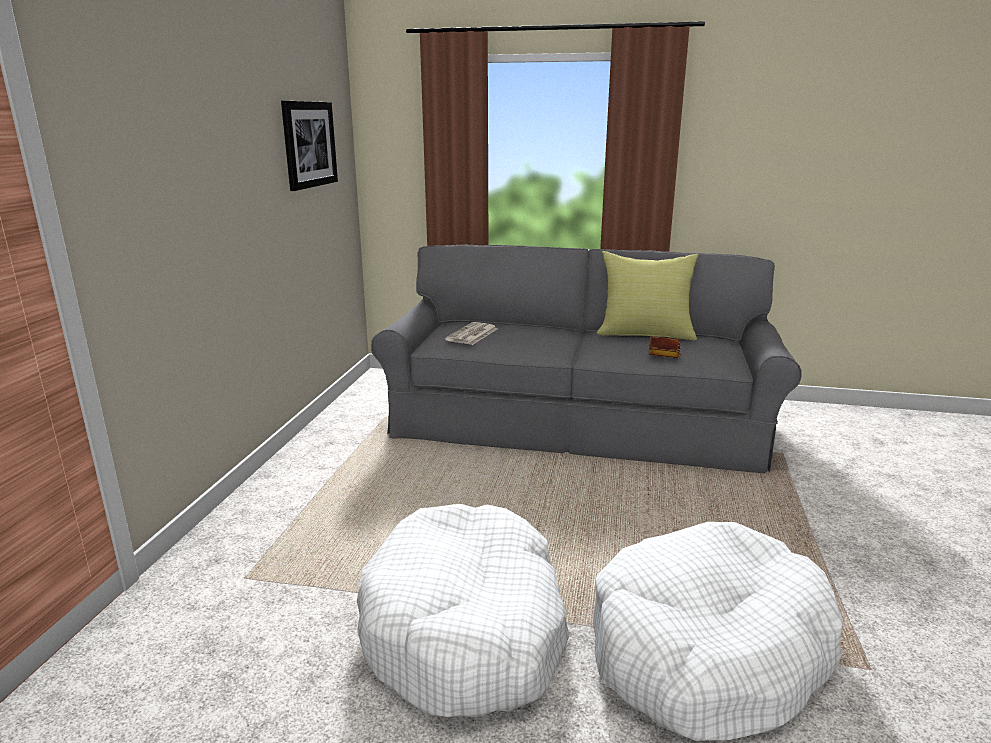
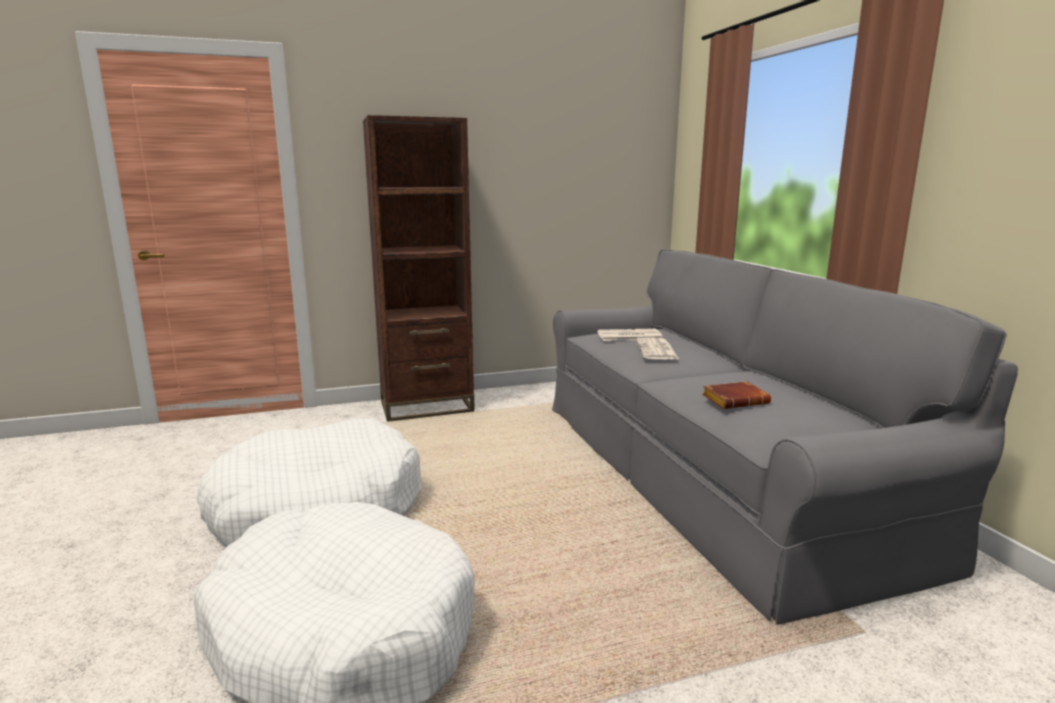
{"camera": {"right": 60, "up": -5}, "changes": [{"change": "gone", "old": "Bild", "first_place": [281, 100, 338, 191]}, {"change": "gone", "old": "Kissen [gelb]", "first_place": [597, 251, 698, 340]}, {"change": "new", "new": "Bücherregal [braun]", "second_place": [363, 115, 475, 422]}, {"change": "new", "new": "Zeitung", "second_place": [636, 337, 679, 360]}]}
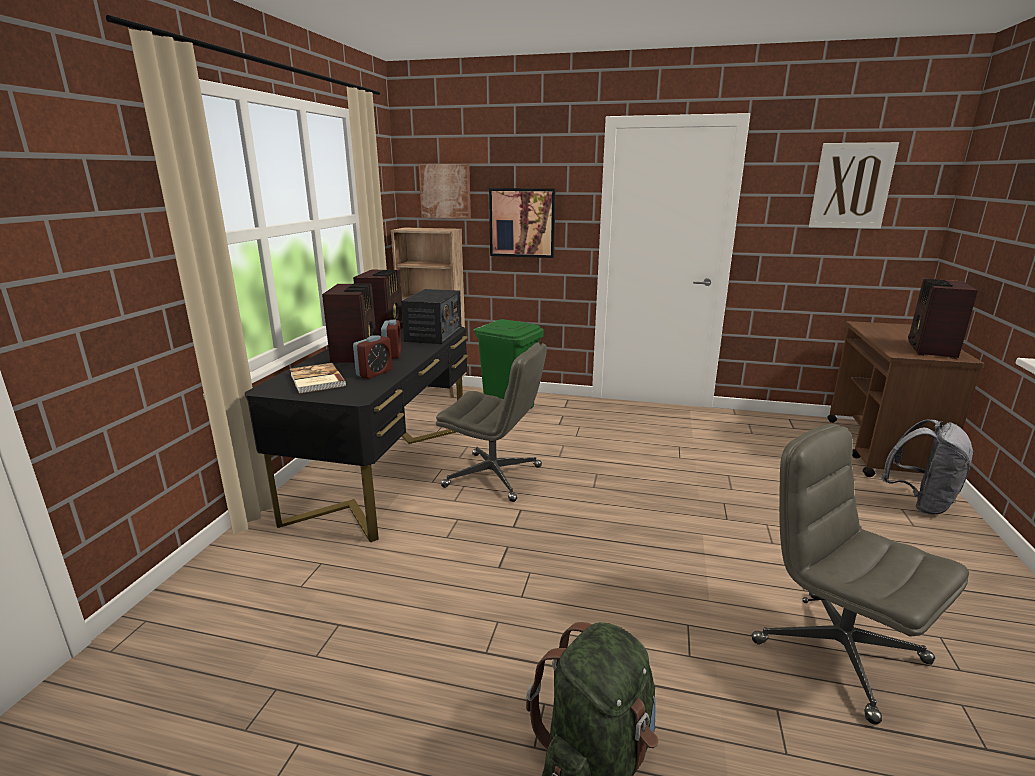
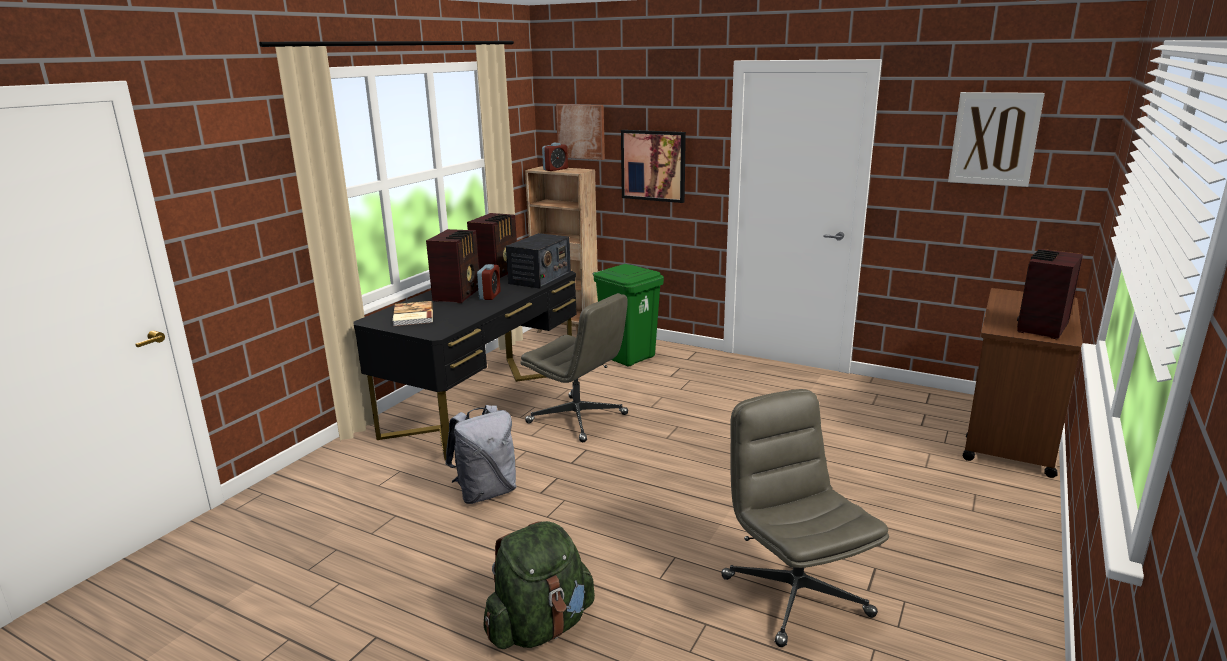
{"camera": {"right": 15, "up": 0}, "changes": [{"change": "shifted", "old": "Wecker", "first_place": [353, 335, 392, 379], "second_place": [542, 143, 568, 171]}, {"change": "shifted", "old": "Rucksack [grau]", "first_place": [881, 419, 975, 515], "second_place": [445, 405, 517, 504]}]}
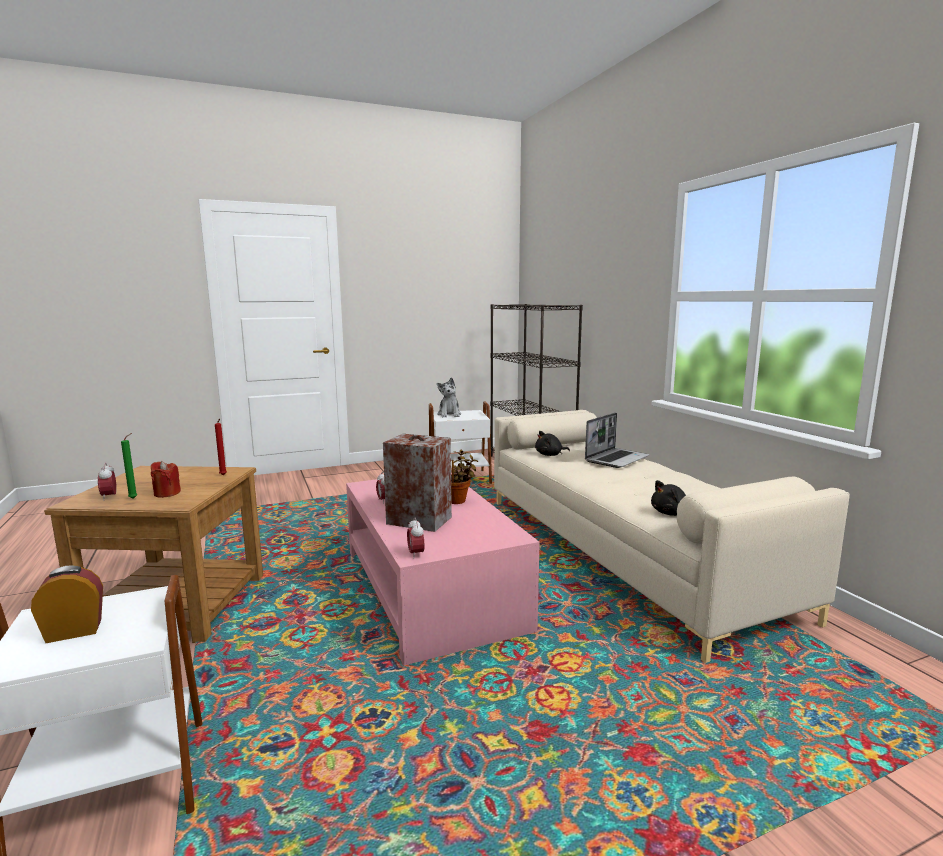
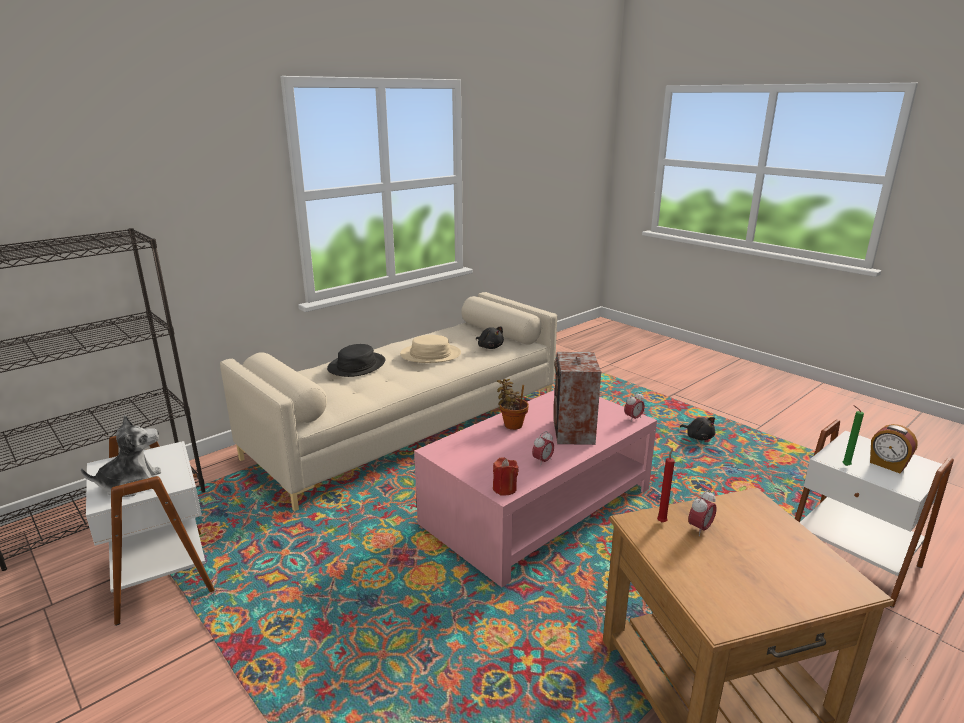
{"camera": {"right": -110, "up": 10}, "changes": [{"change": "shifted", "old": "Wecker", "first_place": [98, 463, 117, 501], "second_place": [688, 490, 717, 536]}, {"change": "shifted", "old": "Kerze [grün]", "first_place": [121, 433, 137, 499], "second_place": [842, 405, 864, 466]}, {"change": "shifted", "old": "Kerze [rot]", "first_place": [151, 461, 181, 498], "second_place": [493, 457, 518, 496]}, {"change": "shifted", "old": "Plüschtier [schwarz]", "first_place": [535, 431, 570, 456], "second_place": [680, 417, 715, 440]}, {"change": "swapped", "old": "Laptop", "new": "Hut [schwarz]", "first_place": [585, 413, 649, 468], "second_place": [327, 344, 385, 377]}, {"change": "new", "new": "Hut [beige]", "second_place": [400, 335, 461, 363]}]}
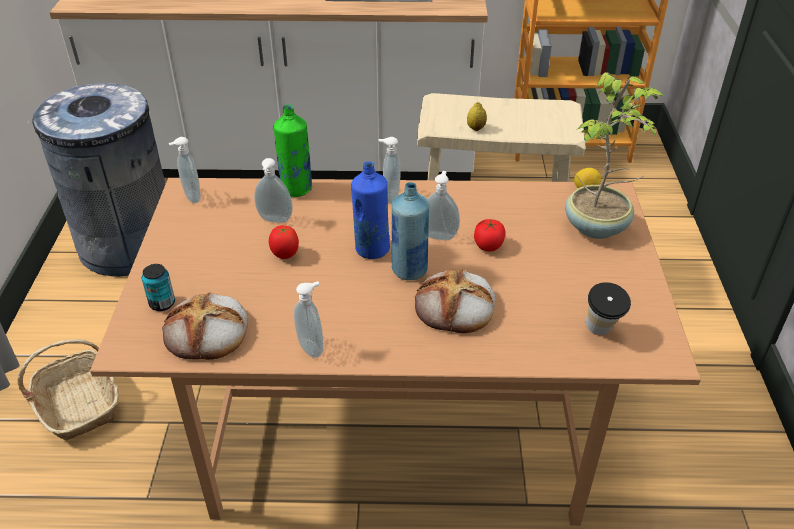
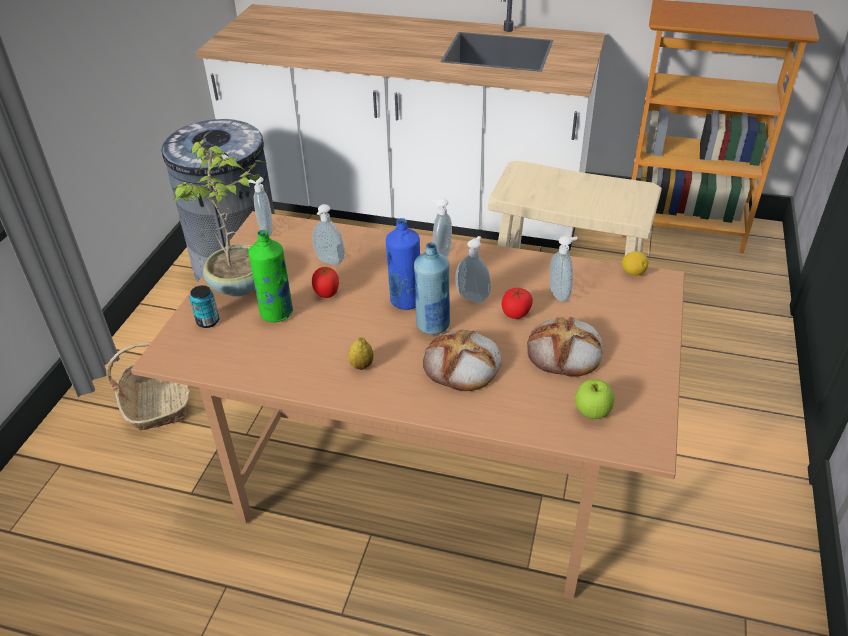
{"camera": {"right": 15, "up": 0}, "changes": [{"change": "shifted", "old": "Brot", "first_place": [162, 292, 248, 360], "second_place": [527, 317, 603, 377]}, {"change": "shifted", "old": "Flasche [grün]", "first_place": [274, 104, 312, 197], "second_place": [248, 230, 293, 322]}, {"change": "shifted", "old": "Seifenspender", "first_place": [294, 281, 324, 358], "second_place": [550, 236, 578, 302]}, {"change": "shifted", "old": "Zitrone", "first_place": [467, 102, 487, 131], "second_place": [349, 337, 373, 370]}, {"change": "shifted", "old": "Topfpflanze", "first_place": [565, 72, 665, 239], "second_place": [173, 140, 267, 296]}, {"change": "swapped", "old": "Tasse", "new": "Apfel", "first_place": [586, 282, 631, 335], "second_place": [575, 379, 615, 419]}]}
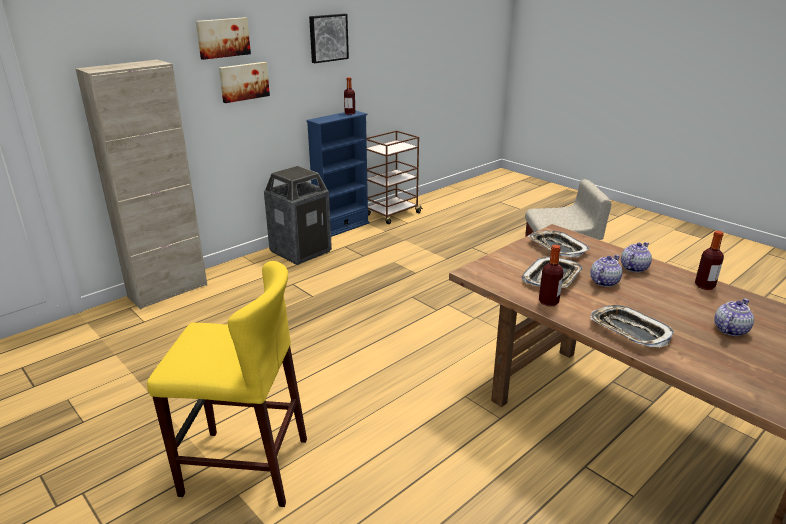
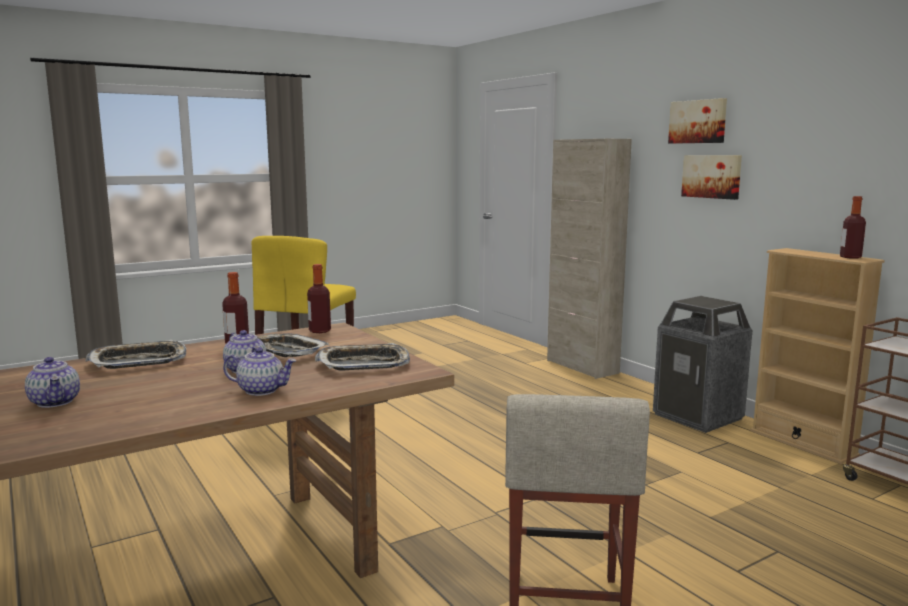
{"camera": {"right": 100, "up": -15}, "changes": [{"change": "repainted", "old": "Bücherregal [blau]", "new": "Bücherregal [beige]", "first_place": [306, 110, 370, 237], "second_place": [750, 248, 885, 464]}, {"change": "gone", "old": "Bild", "first_place": [309, 14, 349, 63]}, {"change": "rotated", "old": "Teekanne", "first_place": [621, 242, 652, 273], "second_place": [223, 347, 297, 396], "degrees": -45}, {"change": "shifted", "old": "Flasche", "first_place": [695, 231, 724, 290], "second_place": [307, 264, 331, 333]}]}
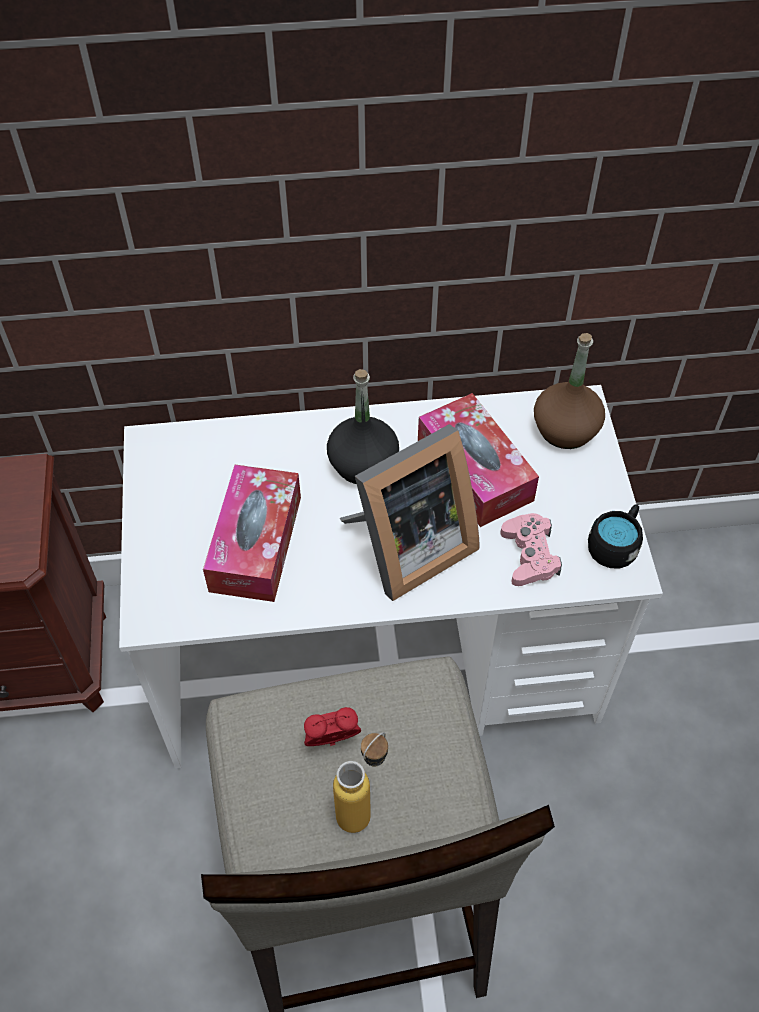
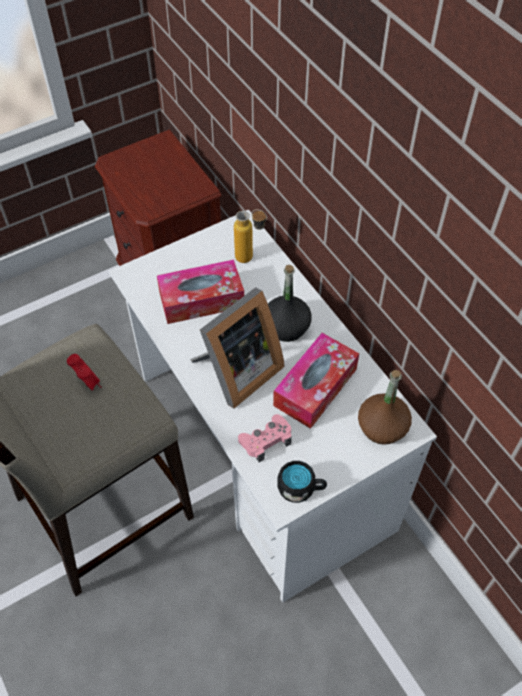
{"camera": {"right": 65, "up": 0}, "changes": [{"change": "shifted", "old": "Flasche", "first_place": [333, 732, 388, 833], "second_place": [234, 209, 267, 263]}, {"change": "rotated", "old": "Bilderrahmen", "first_place": [340, 424, 479, 601], "second_place": [190, 287, 285, 409], "degrees": -75}]}
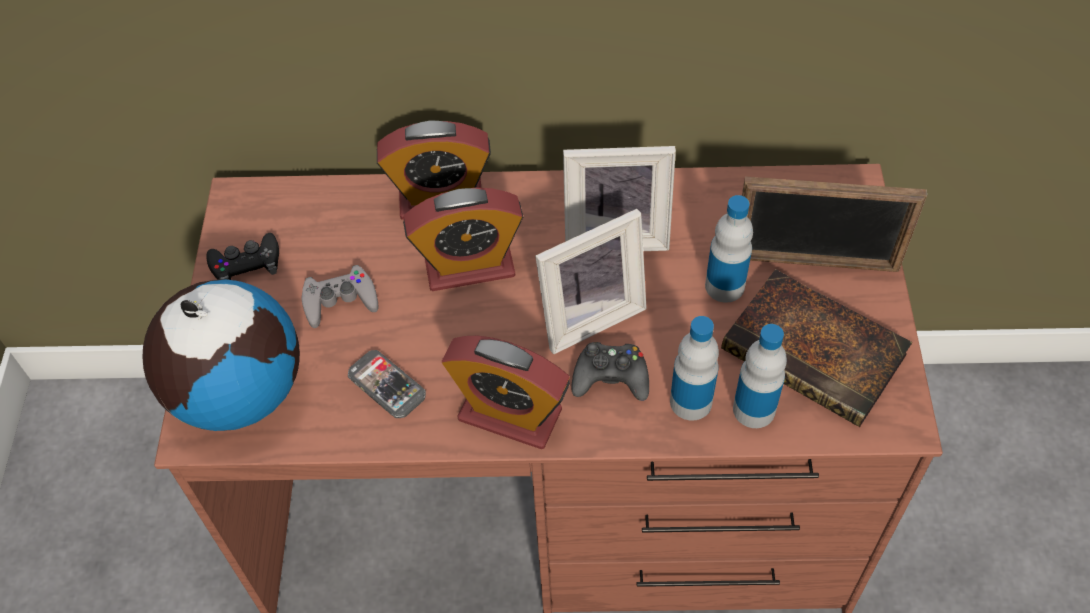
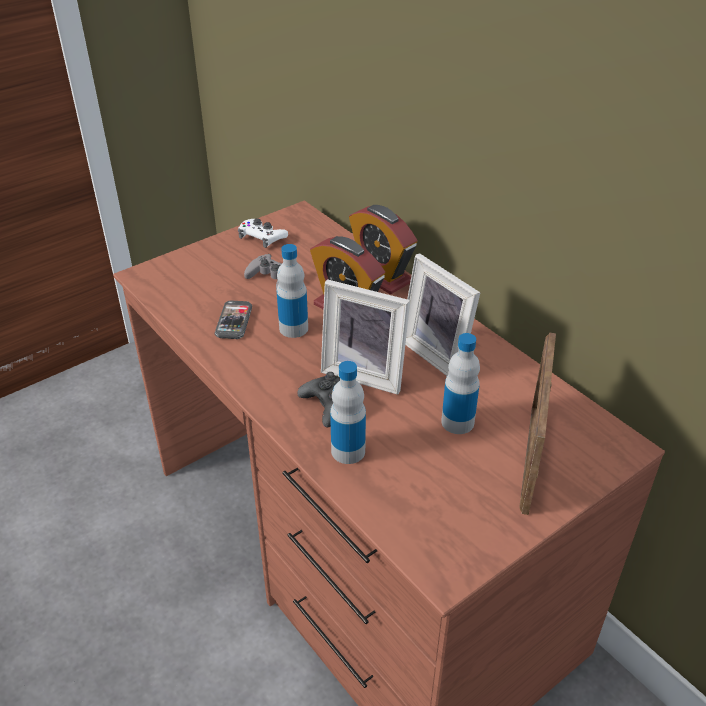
{"camera": {"right": 50, "up": -15}, "changes": [{"change": "gone", "old": "Globus", "first_place": [142, 279, 300, 431]}, {"change": "repainted", "old": "Gamepad [schwarz]", "new": "Gamepad [weiß]", "first_place": [207, 233, 279, 280], "second_place": [238, 218, 288, 248]}, {"change": "gone", "old": "Wecker", "first_place": [442, 336, 570, 449]}, {"change": "gone", "old": "Buch", "first_place": [721, 269, 912, 427]}, {"change": "shifted", "old": "Flasche", "first_place": [733, 324, 787, 428], "second_place": [277, 244, 308, 338]}, {"change": "rotated", "old": "Bilderrahmen", "first_place": [742, 176, 927, 272], "second_place": [519, 333, 556, 515], "degrees": 45}]}
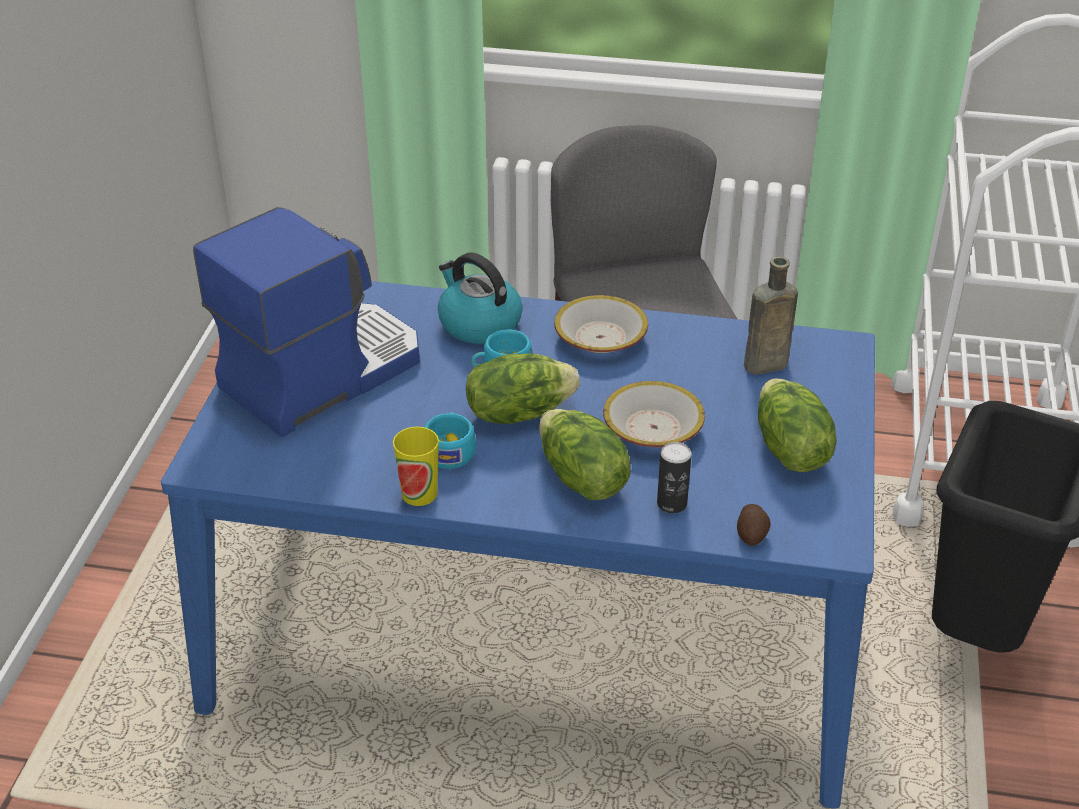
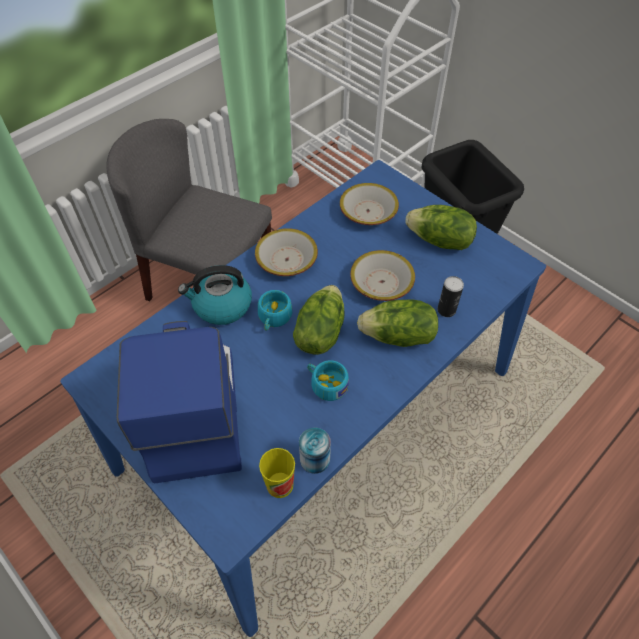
{"camera": {"right": -55, "up": 15}, "changes": [{"change": "shifted", "old": "Tasse", "first_place": [393, 427, 439, 506], "second_place": [259, 448, 295, 498]}, {"change": "gone", "old": "Kartoffel", "first_place": [737, 504, 771, 546]}, {"change": "swapped", "old": "Flasche [braun]", "new": "Schüssel", "first_place": [744, 256, 798, 375], "second_place": [340, 183, 399, 225]}, {"change": "new", "new": "Dose", "second_place": [299, 428, 331, 474]}]}
